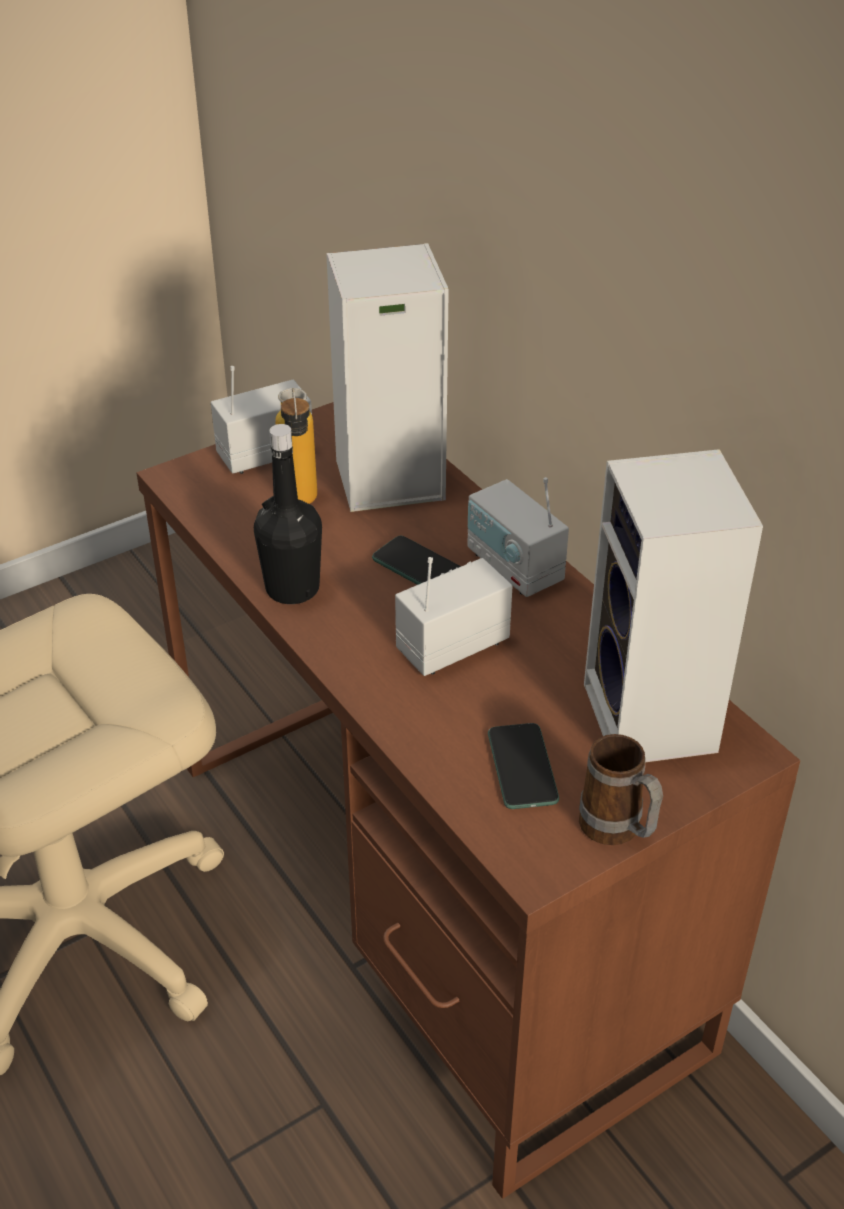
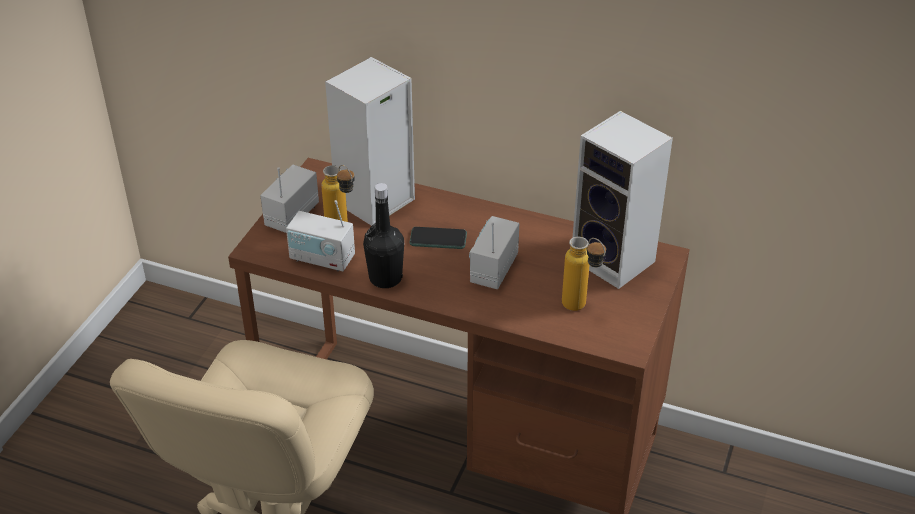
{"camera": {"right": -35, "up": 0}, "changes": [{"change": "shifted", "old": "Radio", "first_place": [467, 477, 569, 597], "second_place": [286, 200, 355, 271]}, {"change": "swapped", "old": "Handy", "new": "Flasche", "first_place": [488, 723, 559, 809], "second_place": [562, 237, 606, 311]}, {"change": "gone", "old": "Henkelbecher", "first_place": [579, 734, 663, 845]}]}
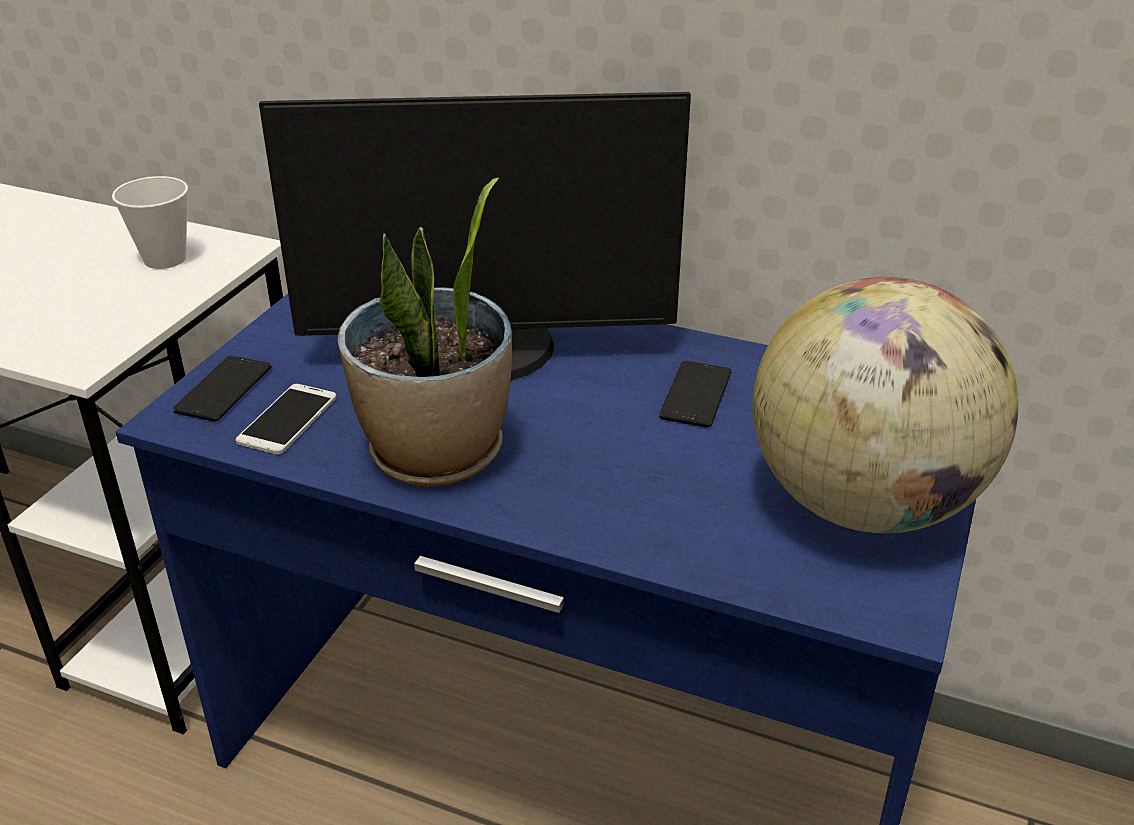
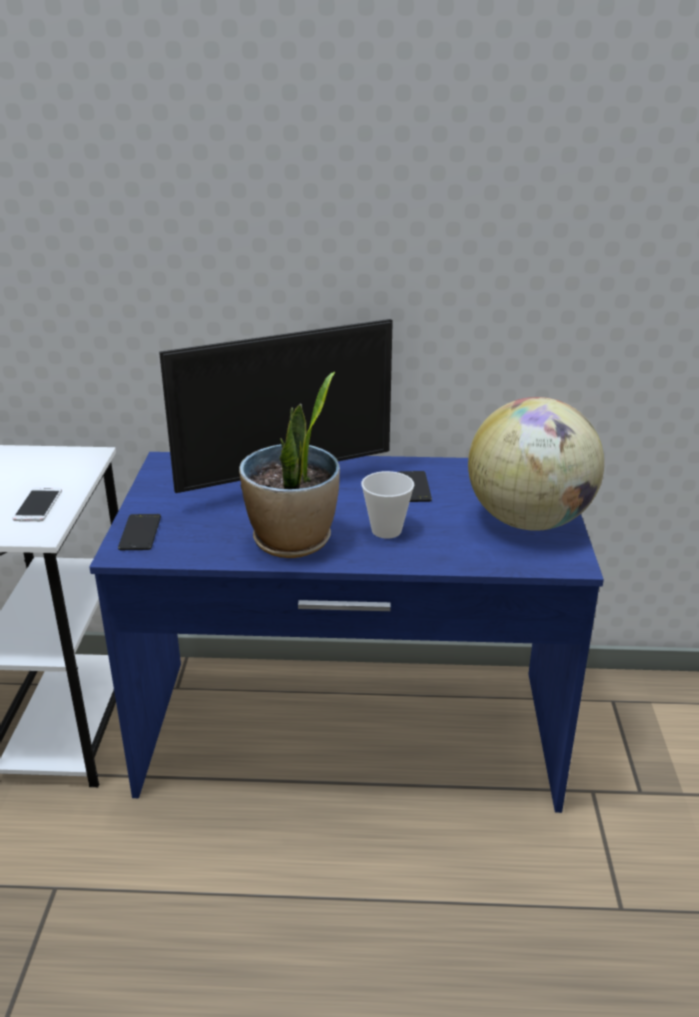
{"camera": {"right": -20, "up": -5}, "changes": [{"change": "shifted", "old": "Tasse", "first_place": [112, 176, 188, 269], "second_place": [361, 471, 414, 539]}, {"change": "shifted", "old": "Handy", "first_place": [236, 384, 337, 455], "second_place": [13, 488, 62, 521]}]}
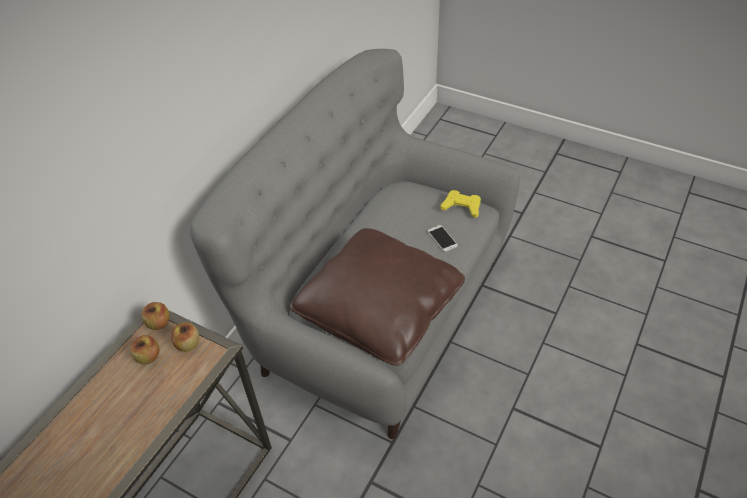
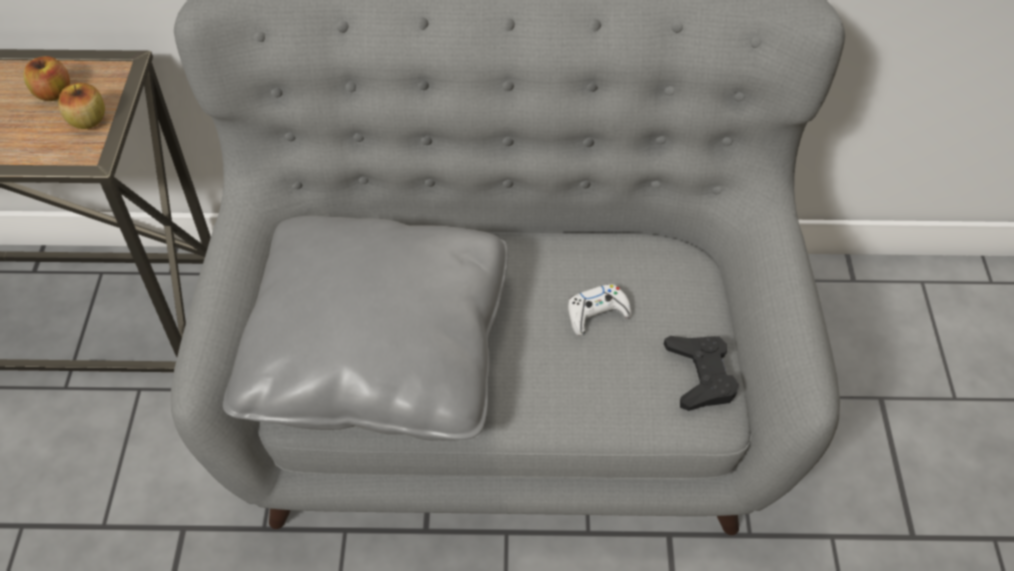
{"camera": {"right": 60, "up": 5}, "changes": [{"change": "gone", "old": "Apfel", "first_place": [141, 302, 170, 330]}, {"change": "repainted", "old": "Kissen [braun]", "new": "Kissen [grau]", "first_place": [290, 228, 465, 366], "second_place": [223, 215, 508, 441]}, {"change": "gone", "old": "Handy", "first_place": [428, 225, 458, 252]}, {"change": "repainted", "old": "Gamepad [gelb]", "new": "Gamepad [schwarz]", "first_place": [440, 190, 481, 218], "second_place": [664, 336, 739, 411]}, {"change": "new", "new": "Gamepad [weiß]", "second_place": [568, 284, 632, 335]}]}
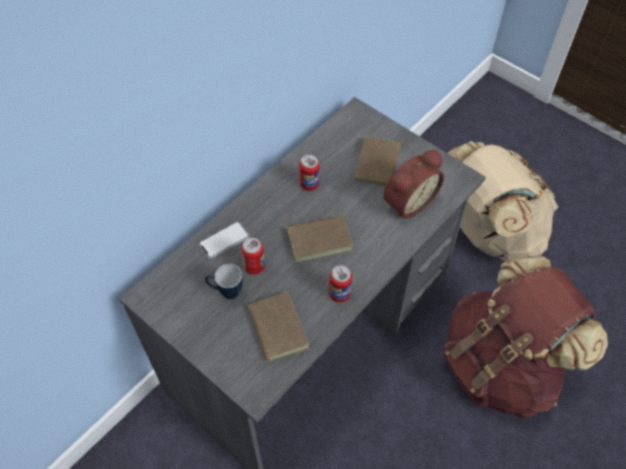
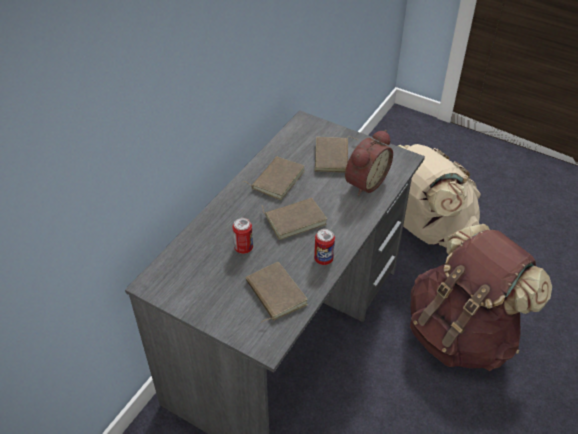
{"camera": {"right": -10, "up": -10}, "changes": [{"change": "gone", "old": "Handy", "first_place": [198, 221, 250, 259]}, {"change": "gone", "old": "Henkelbecher", "first_place": [205, 264, 243, 299]}, {"change": "swapped", "old": "Dose", "new": "Buch [braun]", "first_place": [299, 155, 320, 191], "second_place": [242, 156, 305, 200]}]}
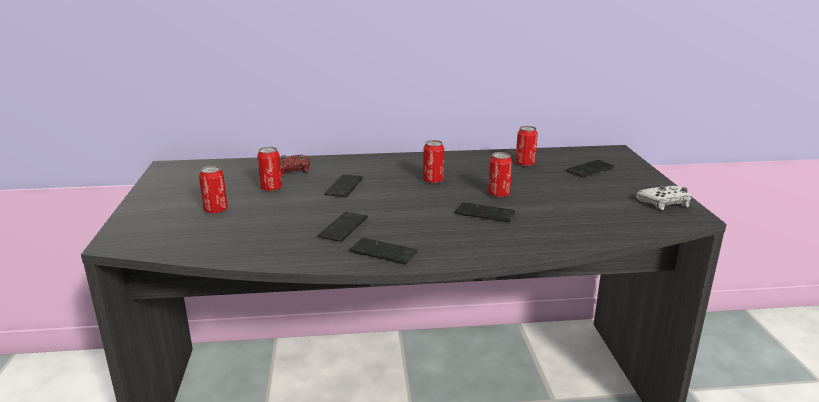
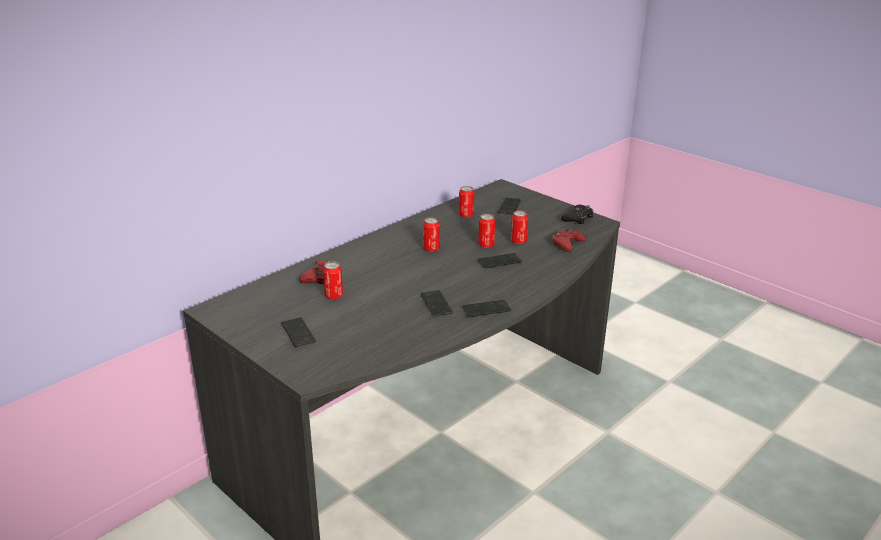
{"camera": {"right": -40, "up": 5}, "changes": [{"change": "shifted", "old": "Dose", "first_place": [199, 165, 228, 214], "second_place": [511, 210, 528, 244]}, {"change": "shifted", "old": "Handy", "first_place": [325, 174, 363, 197], "second_place": [281, 317, 316, 347]}, {"change": "repainted", "old": "Gamepad [weiß]", "new": "Gamepad [schwarz]", "first_place": [636, 185, 691, 210], "second_place": [561, 205, 593, 224]}, {"change": "new", "new": "Gamepad [rot]", "second_place": [552, 229, 586, 252]}]}
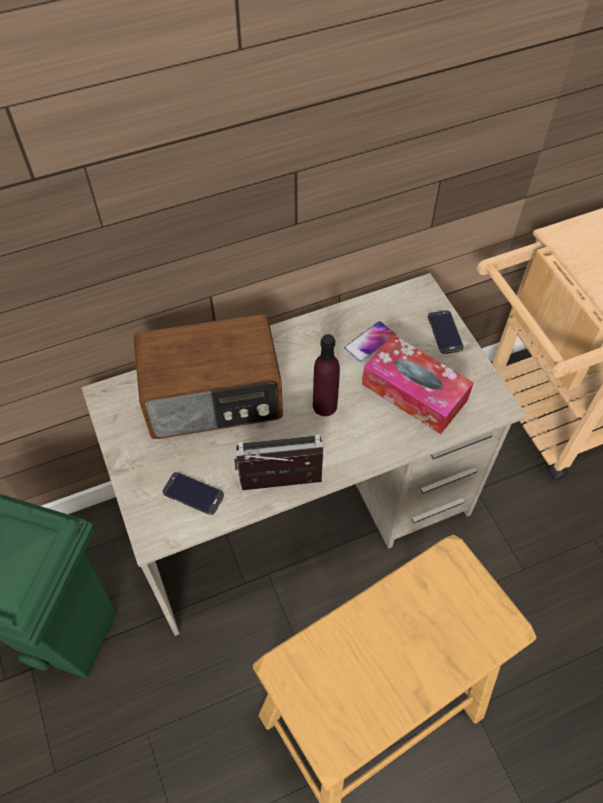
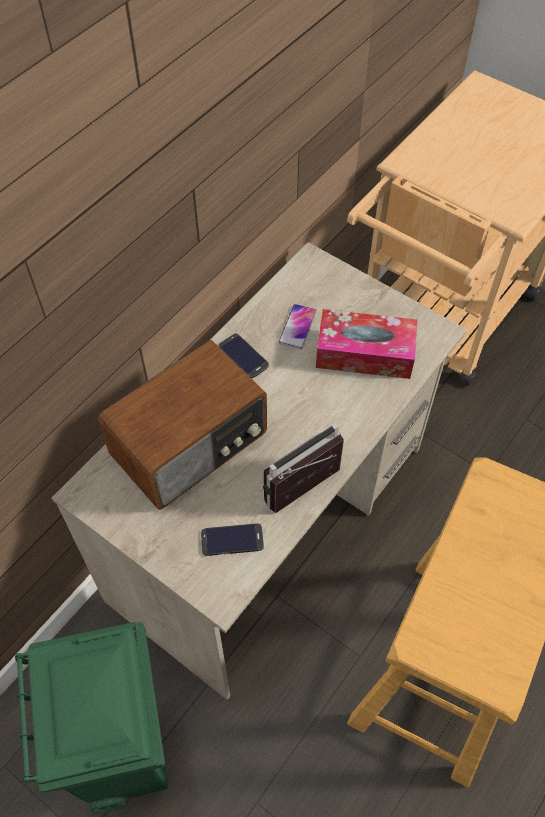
{"camera": {"right": -30, "up": 0}, "changes": [{"change": "gone", "old": "Flasche [lila]", "first_place": [313, 334, 340, 416]}, {"change": "shifted", "old": "Handy", "first_place": [428, 310, 464, 354], "second_place": [219, 334, 269, 378]}]}
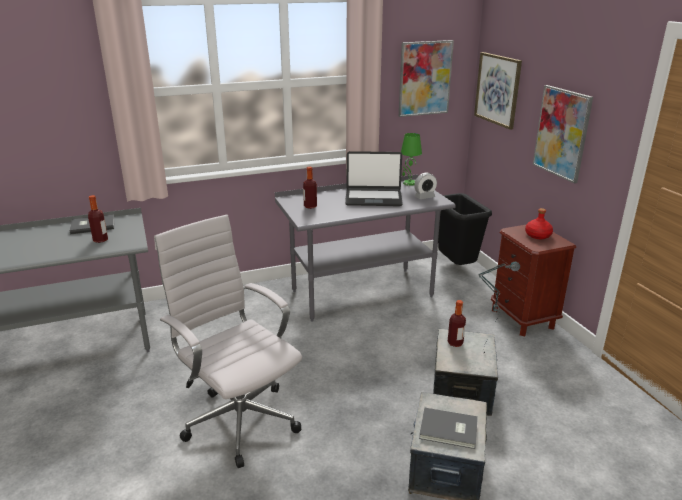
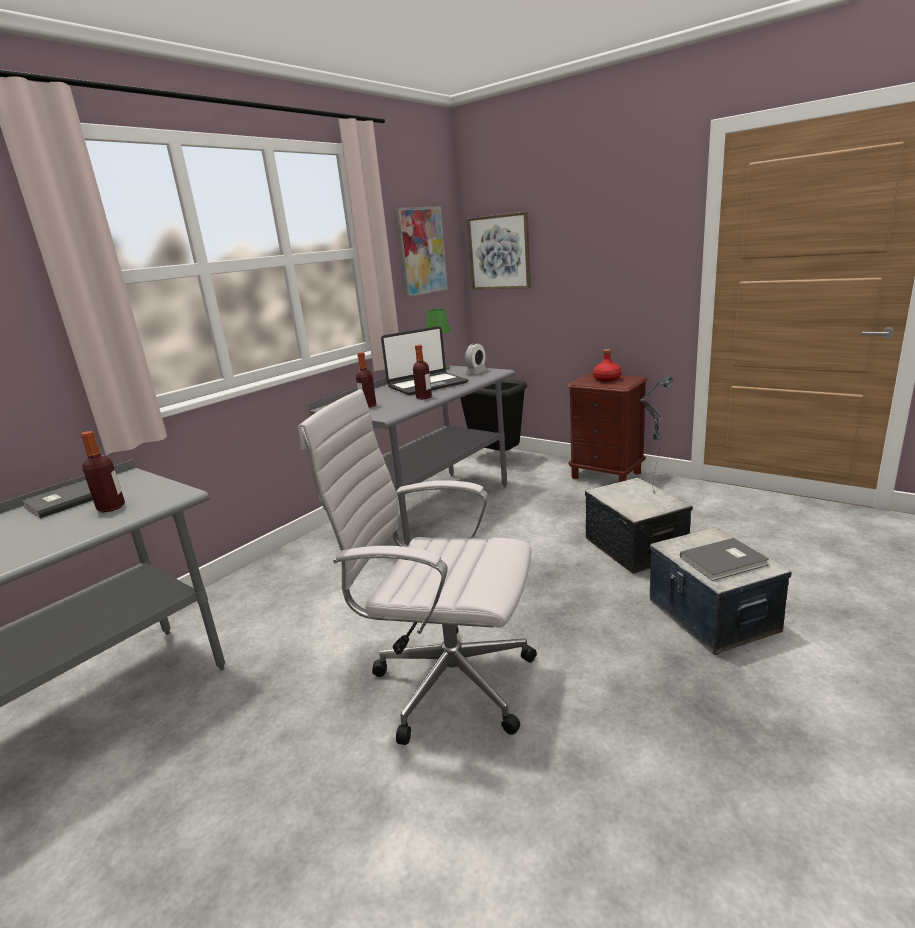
{"camera": {"right": -30, "up": -5}, "changes": [{"change": "shifted", "old": "Flasche", "first_place": [447, 300, 466, 347], "second_place": [413, 345, 432, 400]}, {"change": "gone", "old": "Bild", "first_place": [533, 85, 593, 183]}]}
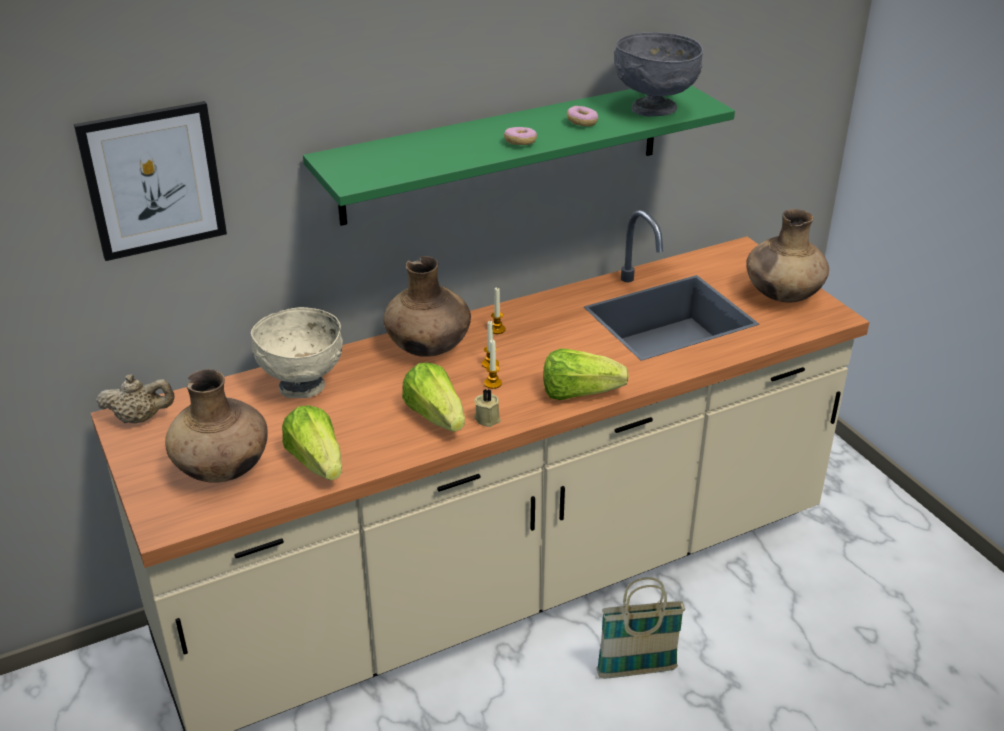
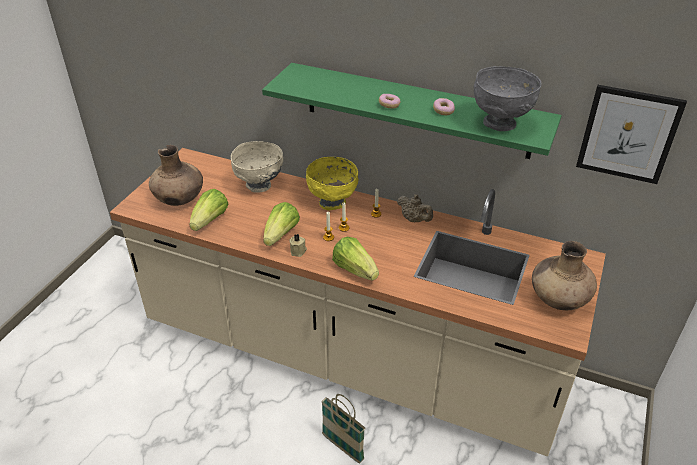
{"camera": {"right": 50, "up": 5}, "changes": [{"change": "shifted", "old": "Bild", "first_place": [74, 101, 227, 261], "second_place": [576, 85, 687, 184]}, {"change": "shifted", "old": "Teekanne [beige]", "first_place": [96, 374, 175, 423], "second_place": [397, 194, 433, 222]}, {"change": "swapped", "old": "Vase [braun]", "new": "Schüssel [gelb]", "first_place": [383, 256, 471, 357], "second_place": [306, 157, 359, 210]}]}
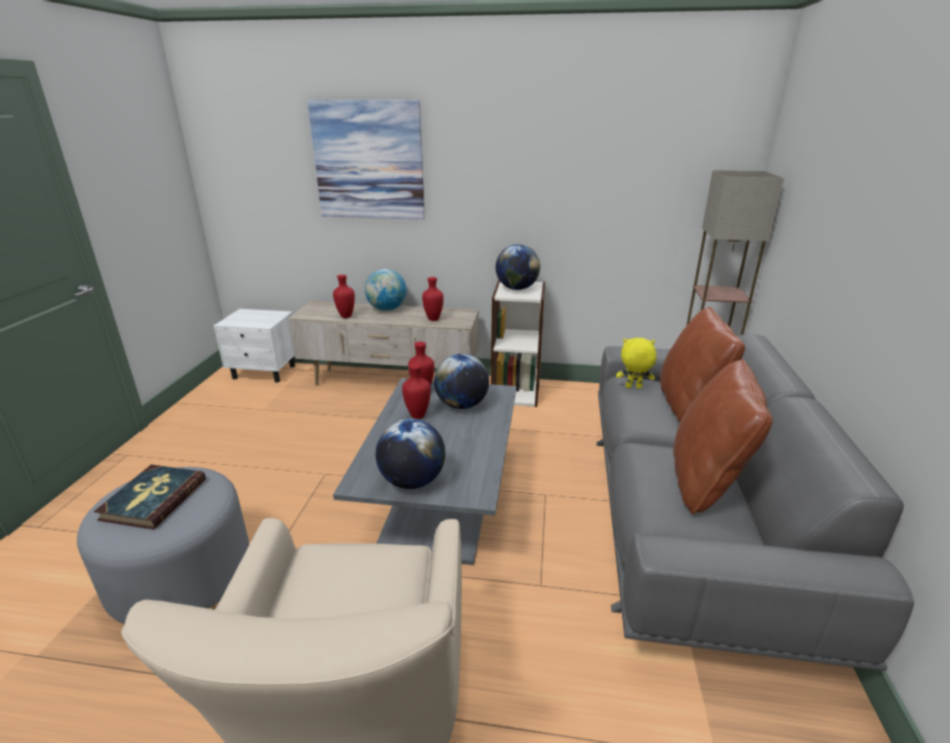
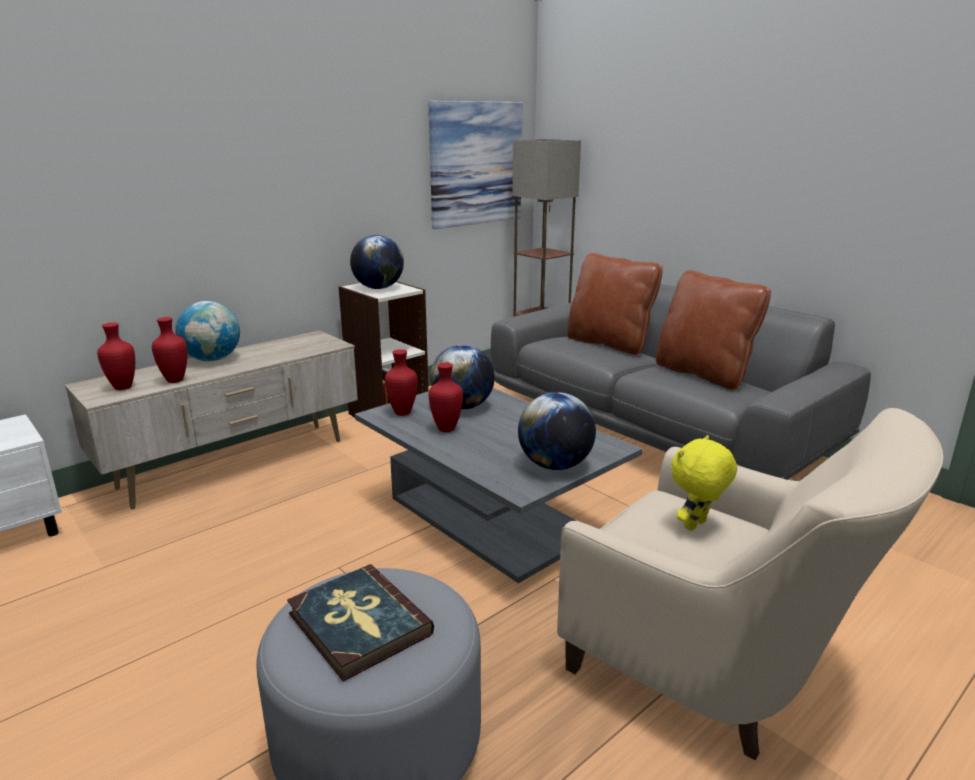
{"camera": {"right": -50, "up": -5}, "changes": [{"change": "shifted", "old": "Bild", "first_place": [307, 100, 425, 220], "second_place": [428, 101, 523, 229]}, {"change": "shifted", "old": "Vase [rot]", "first_place": [422, 277, 444, 321], "second_place": [97, 323, 135, 390]}, {"change": "shifted", "old": "Plüschtier [gelb]", "first_place": [616, 338, 657, 389], "second_place": [671, 435, 737, 531]}]}
